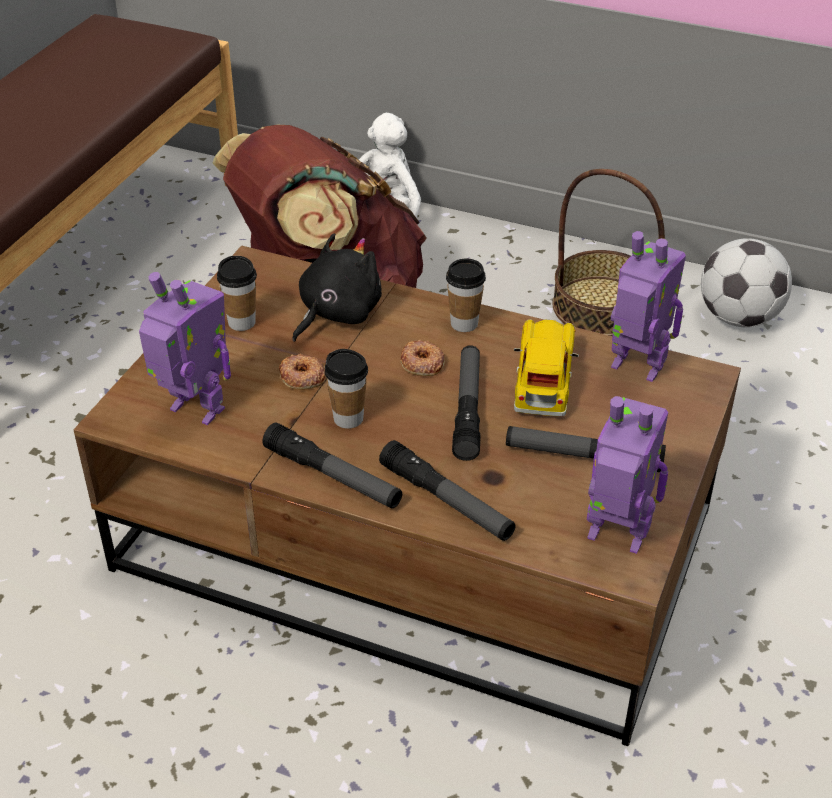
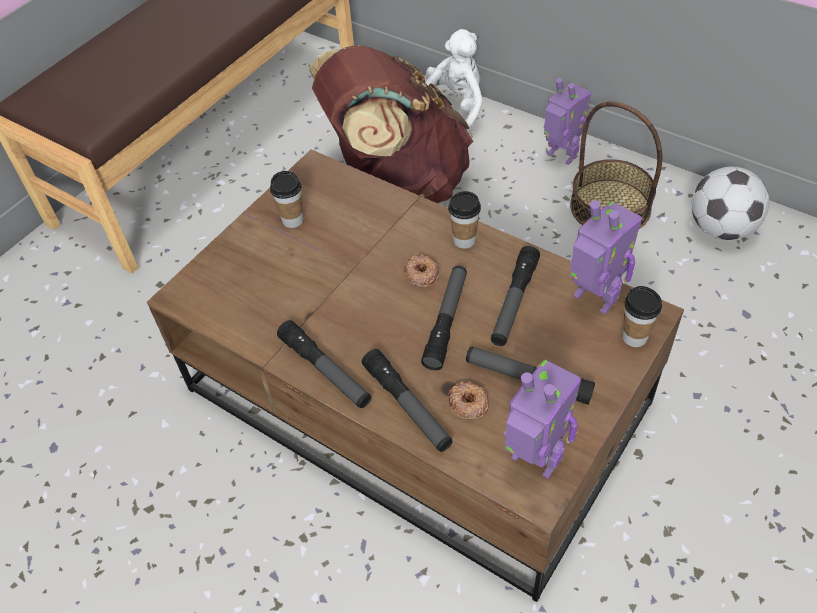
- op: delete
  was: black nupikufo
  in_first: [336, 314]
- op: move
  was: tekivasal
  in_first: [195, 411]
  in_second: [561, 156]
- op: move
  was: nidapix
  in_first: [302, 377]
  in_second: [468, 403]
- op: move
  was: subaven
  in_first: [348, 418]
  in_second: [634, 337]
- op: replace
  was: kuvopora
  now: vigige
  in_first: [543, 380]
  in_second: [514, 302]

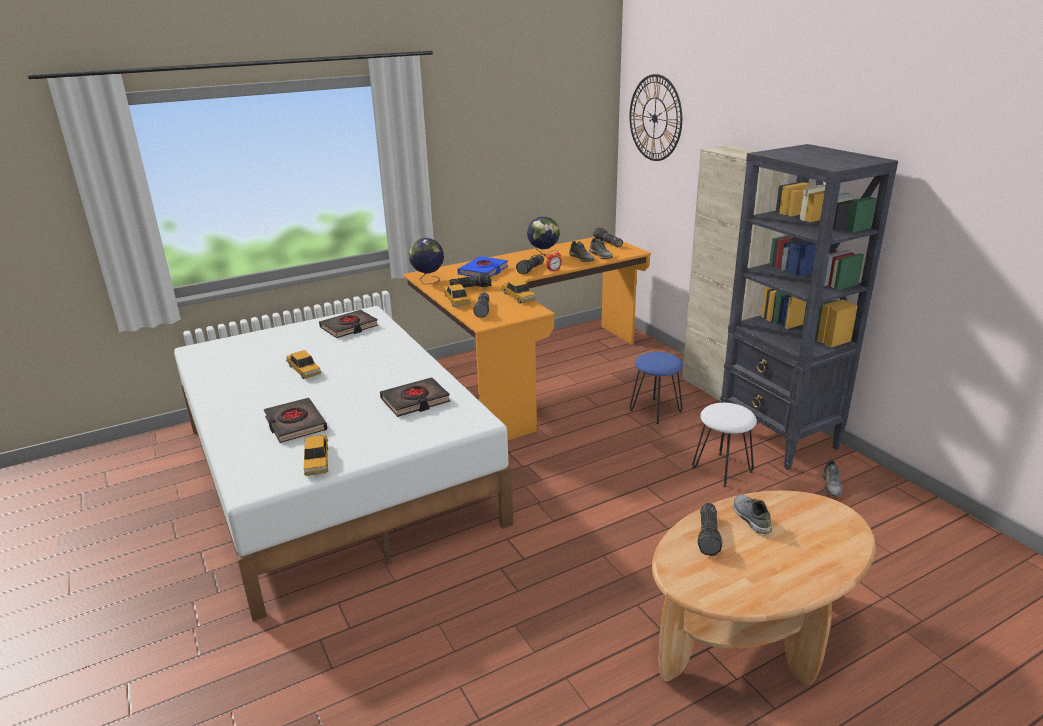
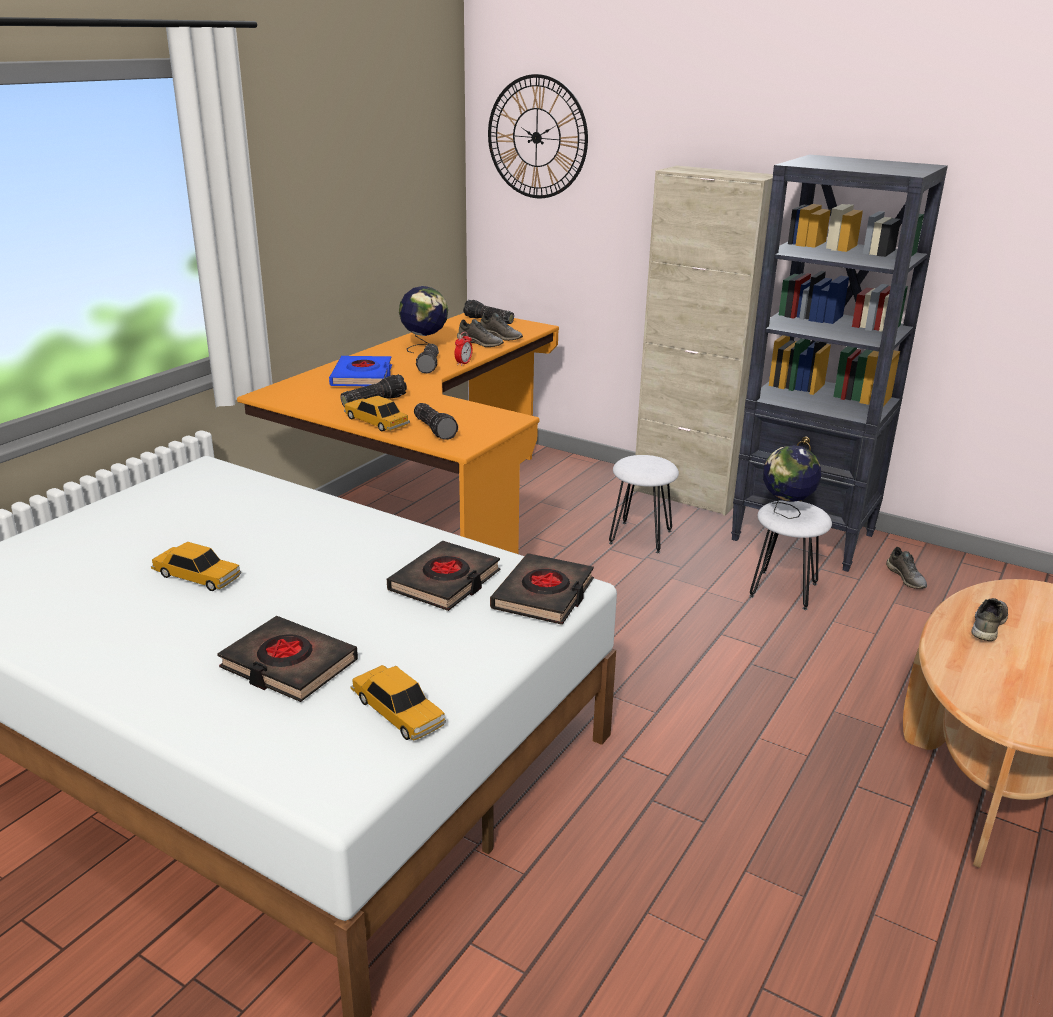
- op: delete
  was: kuvopora
  in_first: [518, 297]
- op: delete
  was: vigige
  in_first: [709, 536]
- op: move
  was: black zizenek
  in_first: [349, 327]
  in_second: [544, 595]
- op: move
  was: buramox
  in_first: [428, 281]
  in_second: [786, 513]
- op: recolor
  was: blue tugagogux
  now: white tugagogux
  in_first: [655, 410]
  in_second: [639, 537]
- op: rotate
  was: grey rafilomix
  in_first: [750, 518]
  in_second: [987, 625]
  clockwise: 75

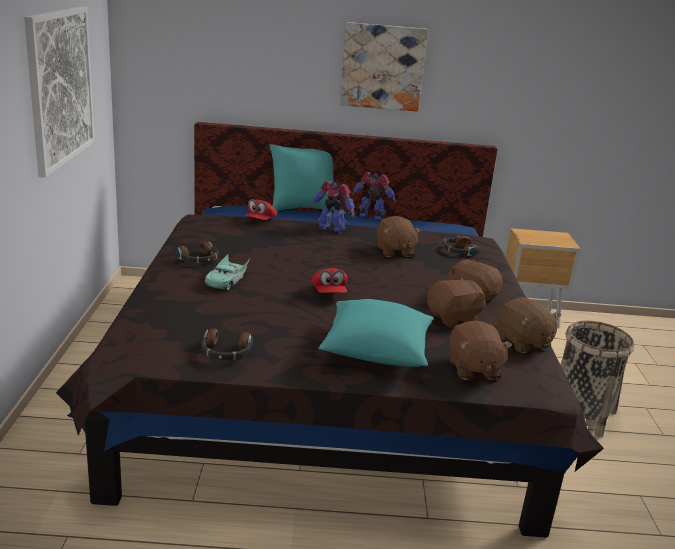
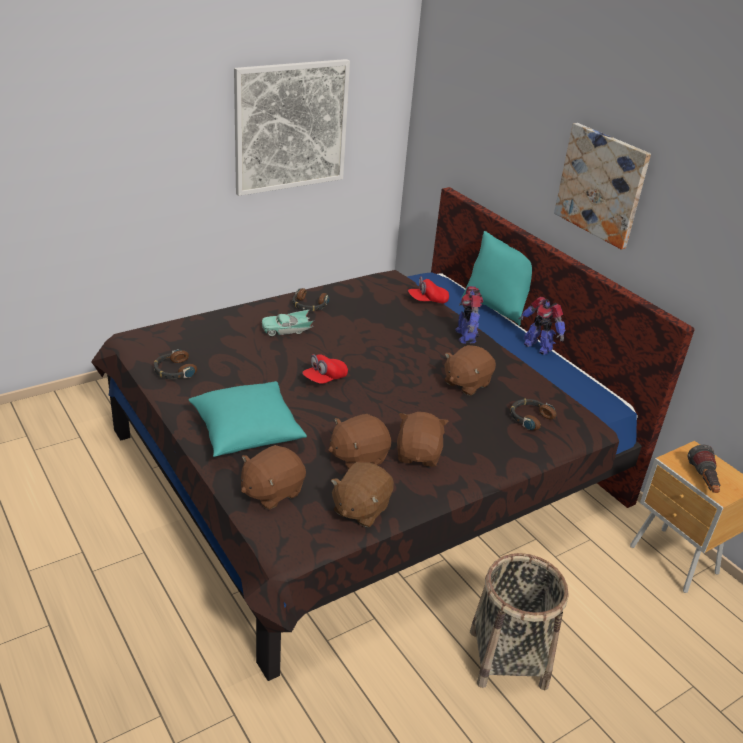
- op: insert
  now: vigige
  in_second: [703, 481]
- op: rotate
  was: tekivasal
  in_first: [371, 217]
  in_second: [538, 346]
  clockwise: 150
- op: rotate
  was: brown nupikufo
  in_first: [454, 319]
  in_second: [358, 456]
  clockwise: 120

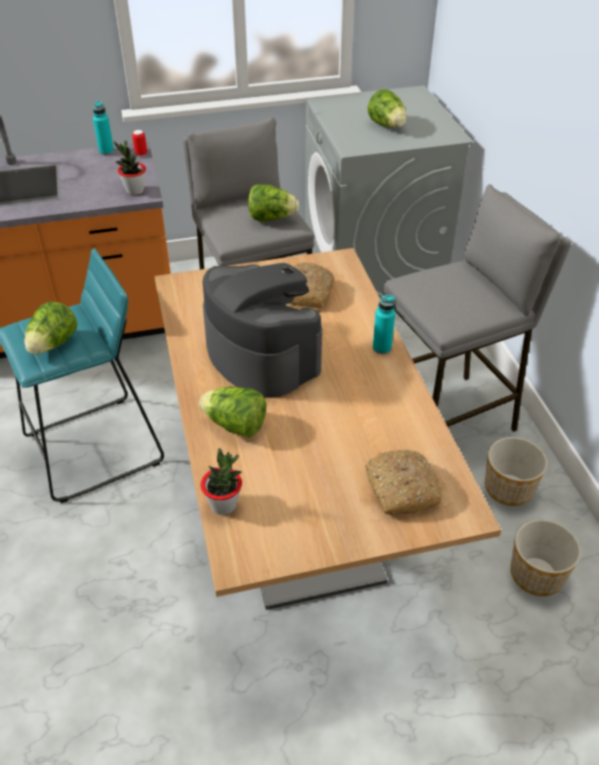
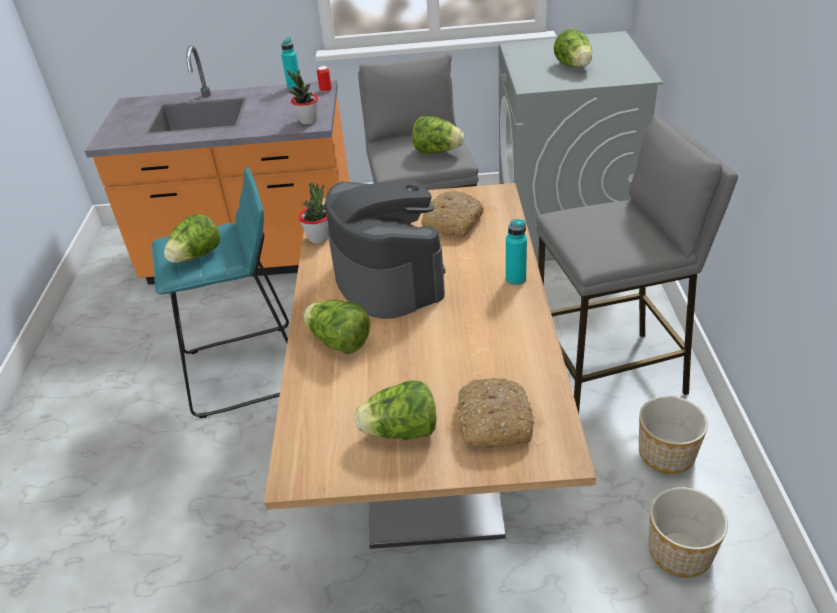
- op: insert
  now: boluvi
  in_second: [401, 432]
- op: move
  was: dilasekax
  in_first: [223, 505]
  in_second: [319, 238]

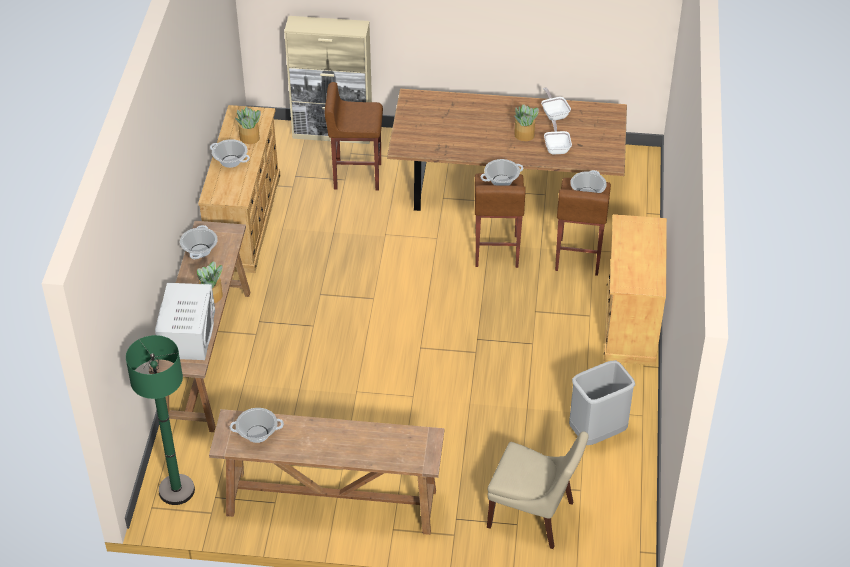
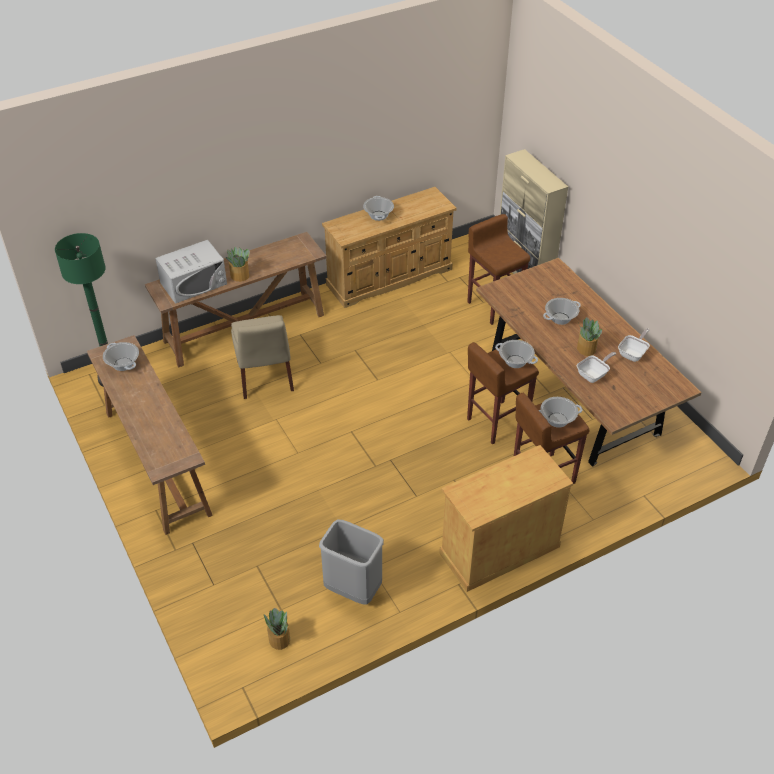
- op: move
  was: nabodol
  in_first: [199, 251]
  in_second: [560, 318]
- op: move
  was: dilasekax
  in_first: [250, 138]
  in_second: [279, 639]
- op: move
  was: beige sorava
  in_first: [533, 516]
  in_second: [265, 377]

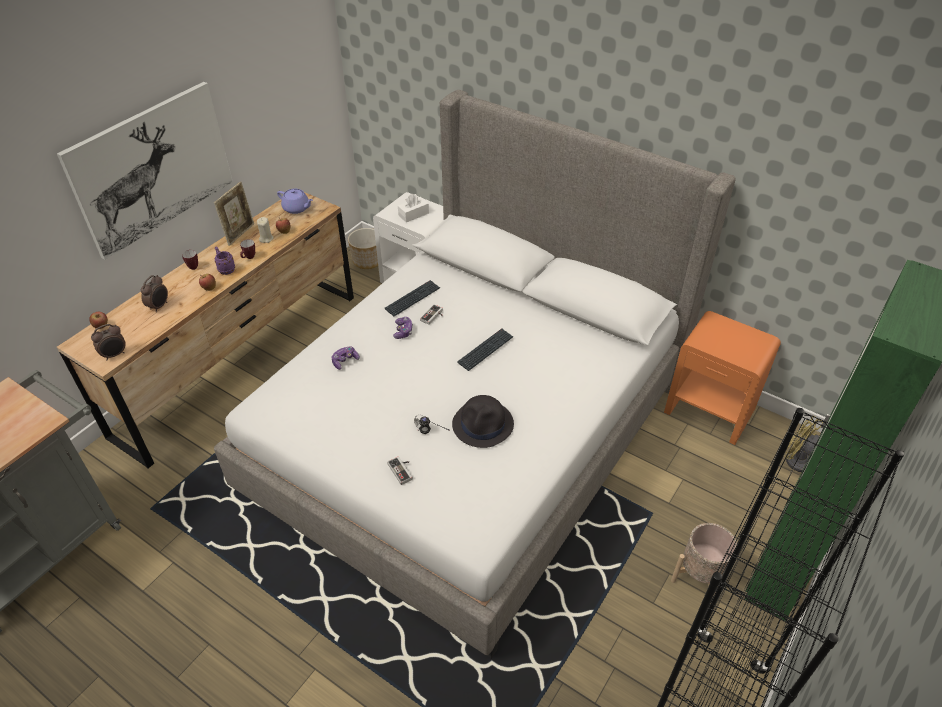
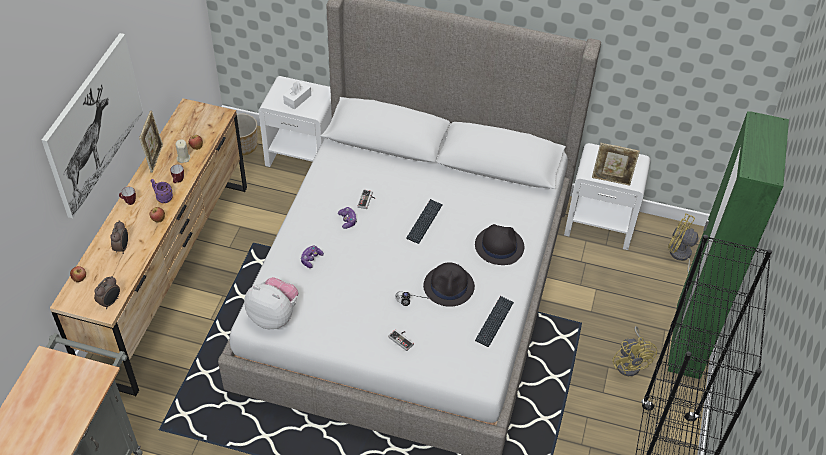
- op: delete
  was: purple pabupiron
  in_first: [297, 208]
- op: insert
  now: nupikufo
  in_second: [274, 316]
- op: insert
  now: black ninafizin
  in_second: [499, 246]
- op: insert
  now: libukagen
  in_second: [611, 180]
- op: move
  was: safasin
  in_first: [412, 299]
  in_second: [494, 322]
- op: replace
  was: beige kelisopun
  now: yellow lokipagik
  in_first: [699, 576]
  in_second: [631, 363]
- op: recolor
  was: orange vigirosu
  now: white vigirosu
  in_first: [710, 411]
  in_second: [600, 225]

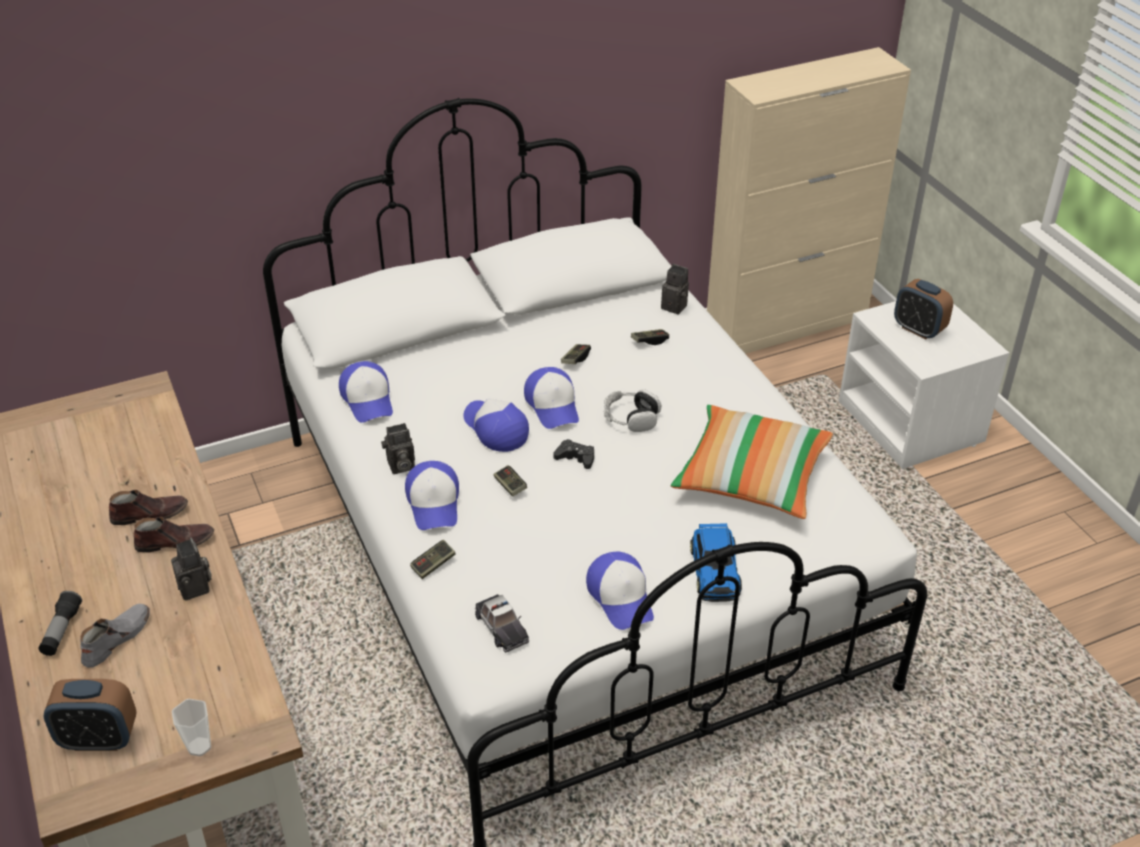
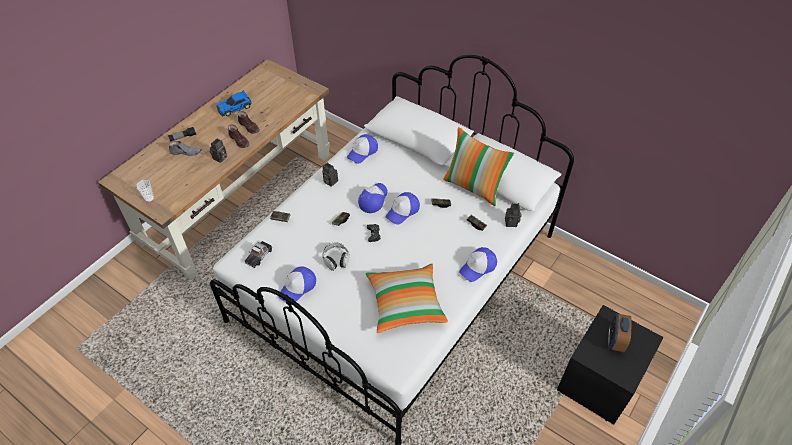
- op: delete
  was: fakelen
  in_first: [99, 739]
- op: delete
  was: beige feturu
  in_first: [787, 324]
- op: insert
  now: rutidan
  in_second: [474, 187]
- op: move
  was: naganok
  in_first: [434, 503]
  in_second: [478, 267]
- op: move
  was: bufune
  in_first: [631, 418]
  in_second: [336, 259]
- op: move
  was: kuvopora
  in_first: [715, 570]
  in_second: [235, 107]
- op: recolor
  was: white vigirosu
  now: black vigirosu
  in_first: [912, 422]
  in_second: [600, 382]

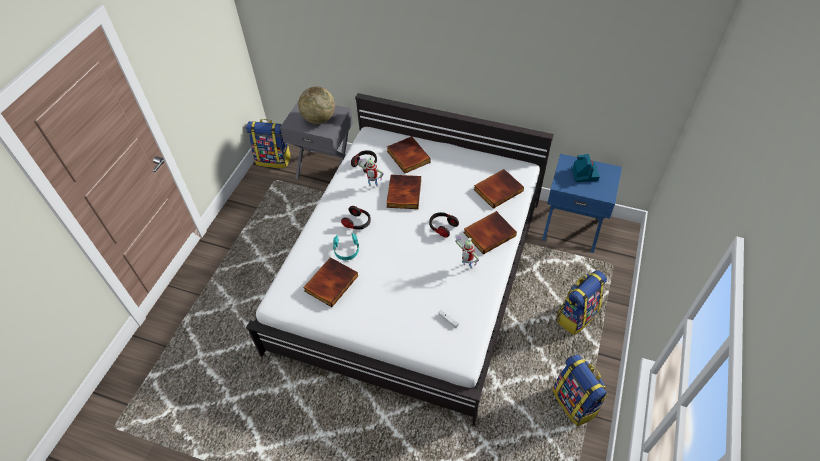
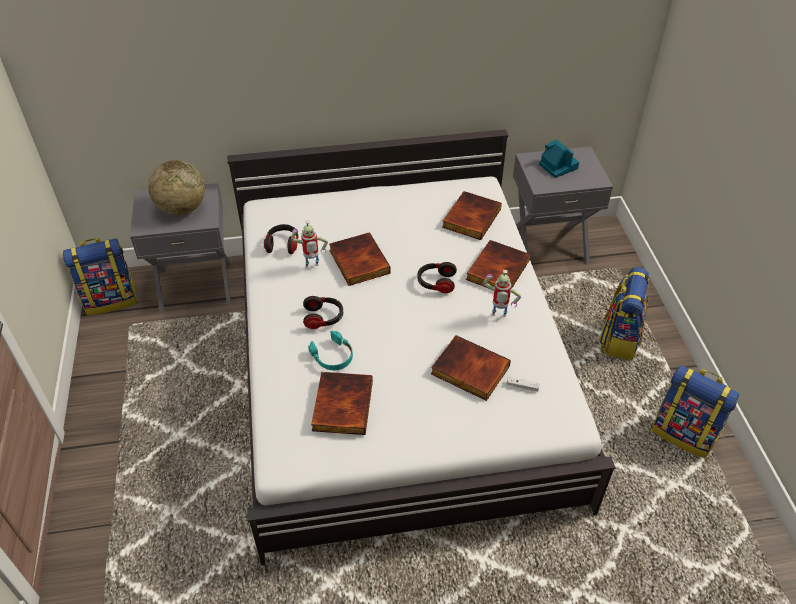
- op: move
  was: zizenek
  in_first: [407, 156]
  in_second: [469, 371]
- op: recolor
  was: blue vigirosu
  now: grey vigirosu
  in_first: [572, 227]
  in_second: [548, 245]

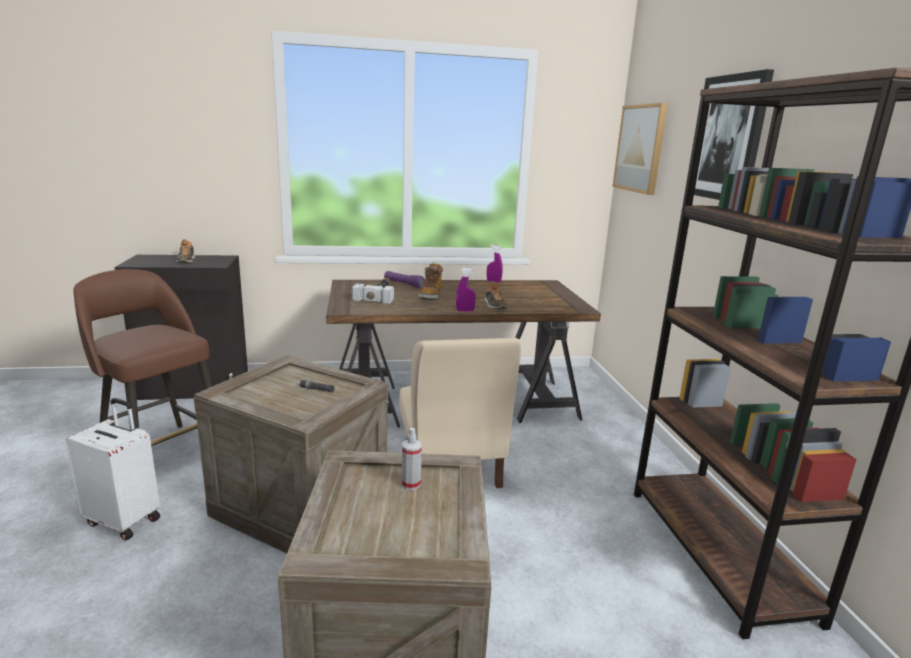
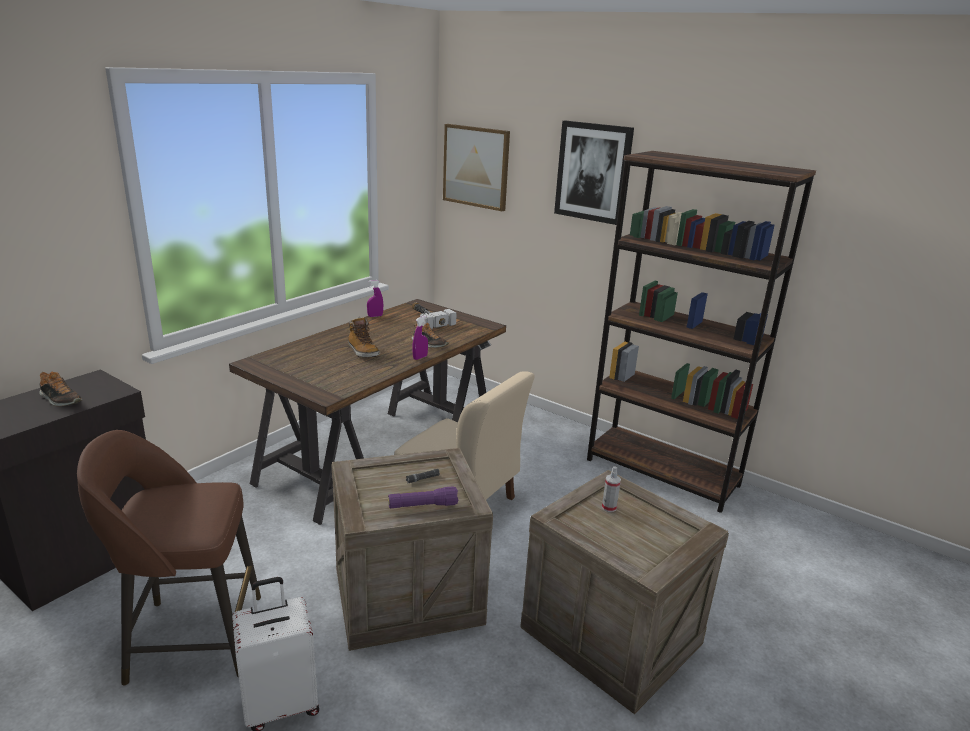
- op: move
  was: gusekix
  in_first: [379, 295]
  in_second: [428, 319]
- op: move
  was: purple vigige
  in_first: [403, 284]
  in_second: [423, 506]

